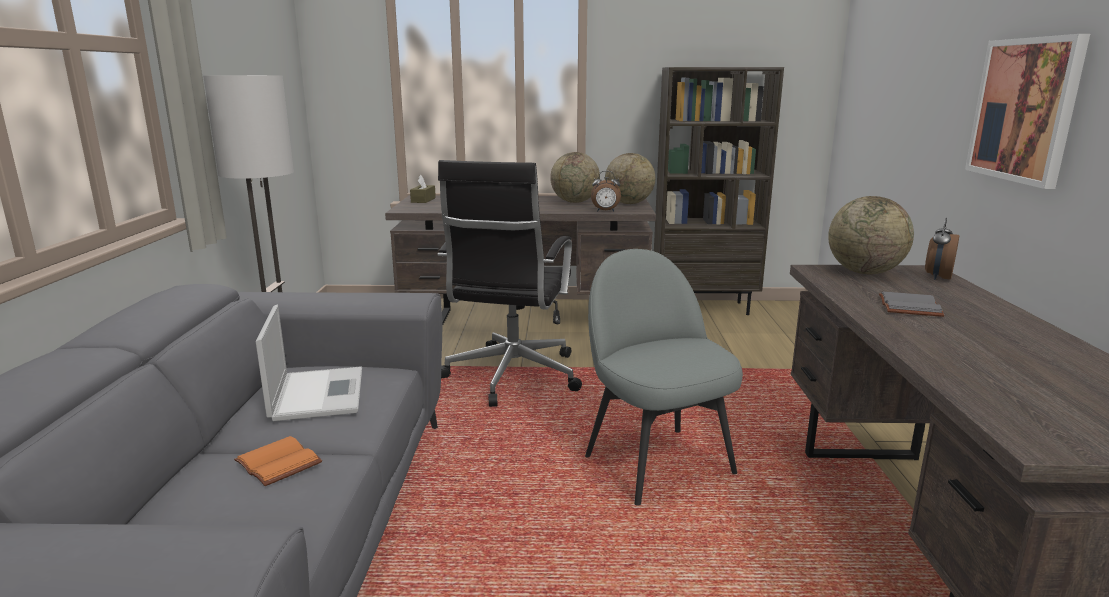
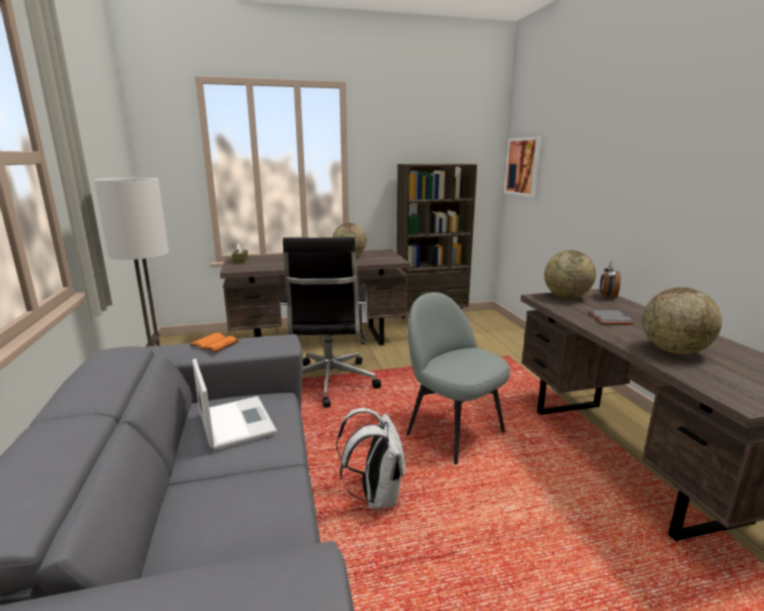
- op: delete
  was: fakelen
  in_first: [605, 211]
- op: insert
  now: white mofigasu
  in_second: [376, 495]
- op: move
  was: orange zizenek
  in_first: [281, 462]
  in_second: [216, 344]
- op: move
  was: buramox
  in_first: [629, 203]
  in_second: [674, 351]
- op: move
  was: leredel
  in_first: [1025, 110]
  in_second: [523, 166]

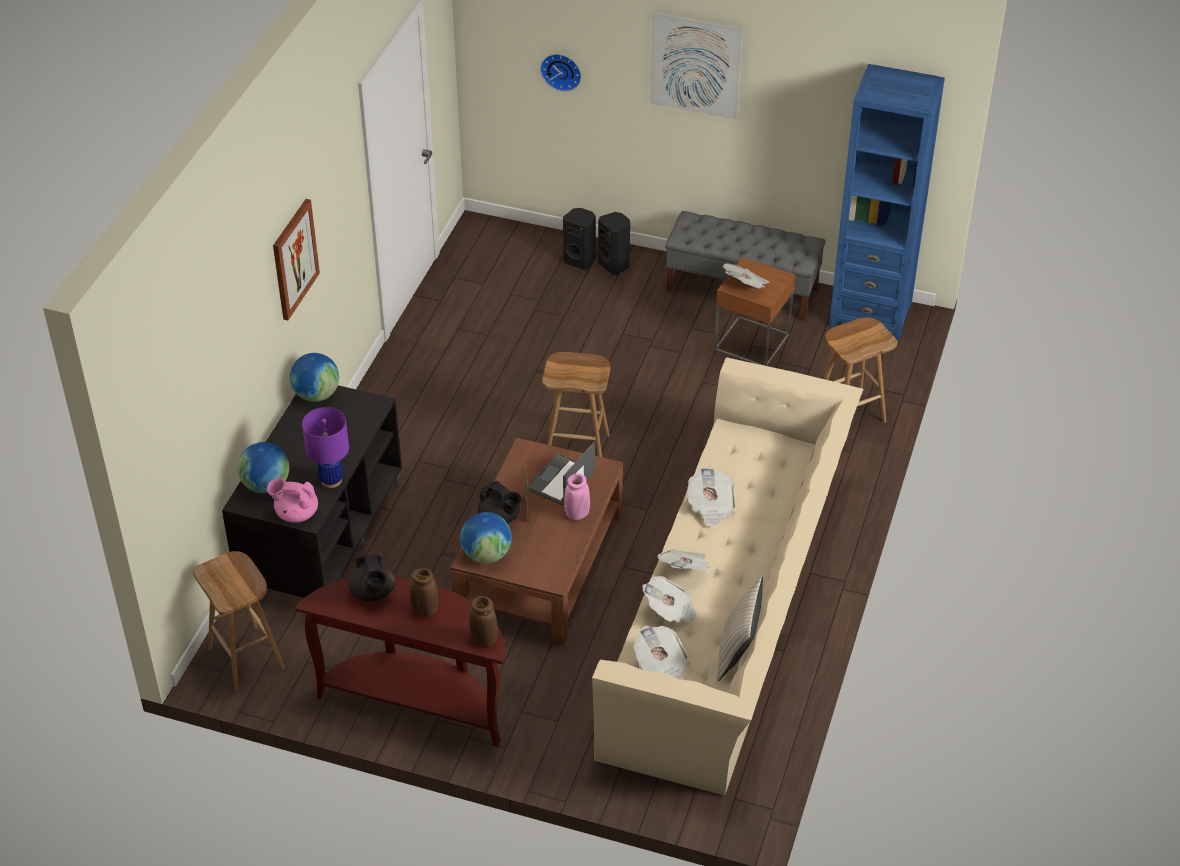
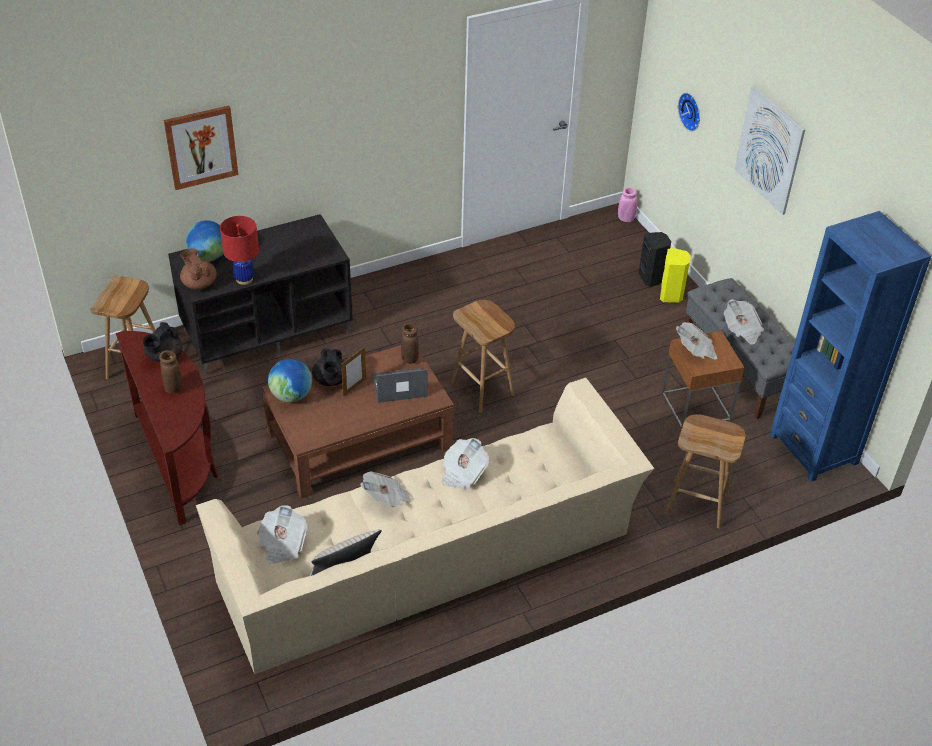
- op: delete
  was: buramox
  in_first: [316, 395]
- op: move
  was: leredel
  in_first: [294, 259]
  in_second: [201, 147]
- op: move
  was: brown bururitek
  in_first: [484, 639]
  in_second: [410, 358]
- op: move
  was: pink bururitek
  in_first: [577, 514]
  in_second: [626, 219]
- op: move
  was: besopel
  in_first: [670, 611]
  in_second: [742, 330]
- op: recolor
  was: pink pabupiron
  now: brown pabupiron
  in_first: [296, 513]
  in_second: [199, 283]
- op: recolor
  was: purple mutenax
  now: red mutenax
  in_first: [331, 480]
  in_second: [244, 279]
- op: recolor
  was: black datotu
  now: yellow datotu
  in_first: [615, 265]
  in_second: [671, 295]

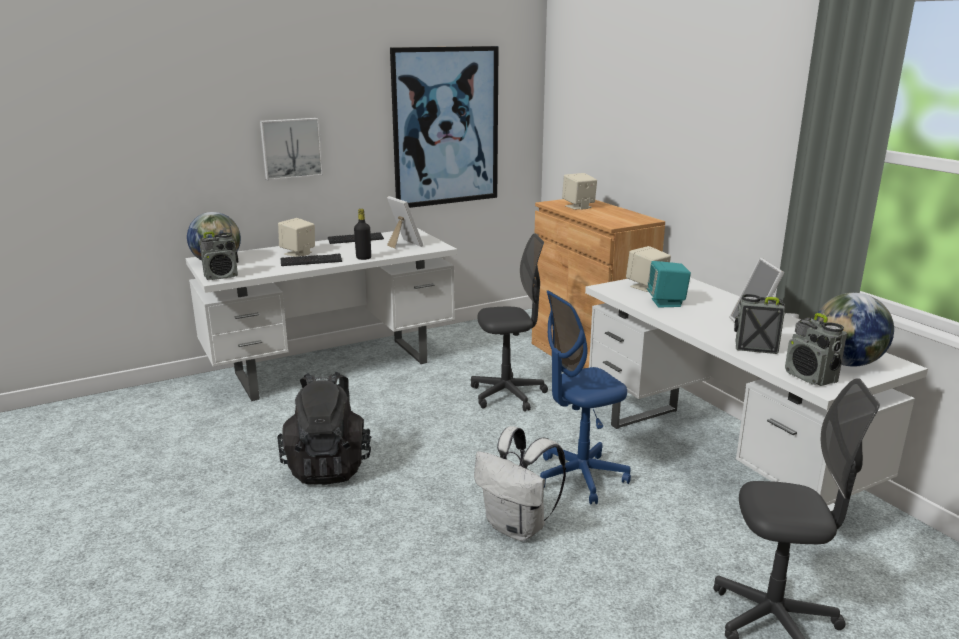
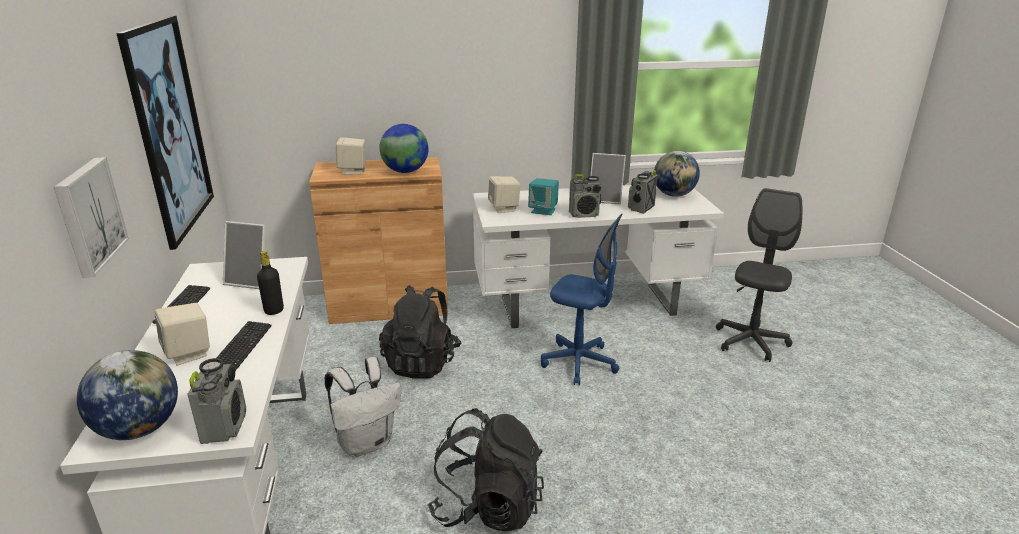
- op: insert
  now: buramox
  in_second: [405, 171]
- op: move
  was: white mofigasu
  in_first: [518, 527]
  in_second: [367, 442]
- op: move
  was: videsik
  in_first: [811, 377]
  in_second: [584, 214]
- op: replace
  was: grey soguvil
  now: black mofigasu
  in_first: [507, 395]
  in_second: [422, 362]
- op: rotate
  was: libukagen
  in_first: [403, 244]
  in_second: [251, 281]
  clockwise: -150
- op: rotate
  was: blue soguvil
  in_first: [580, 477]
  in_second: [579, 363]
  clockwise: -60

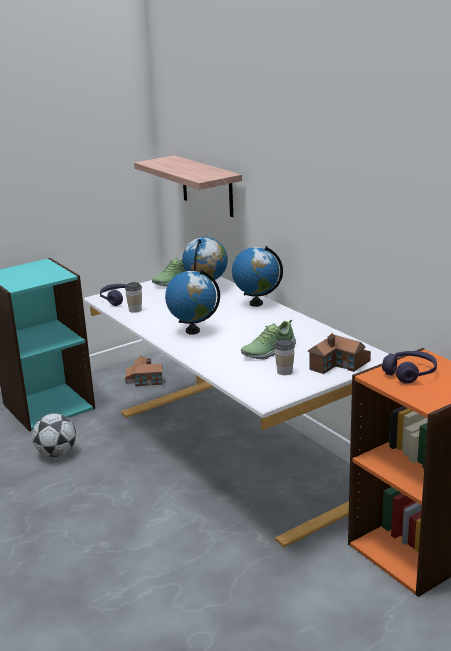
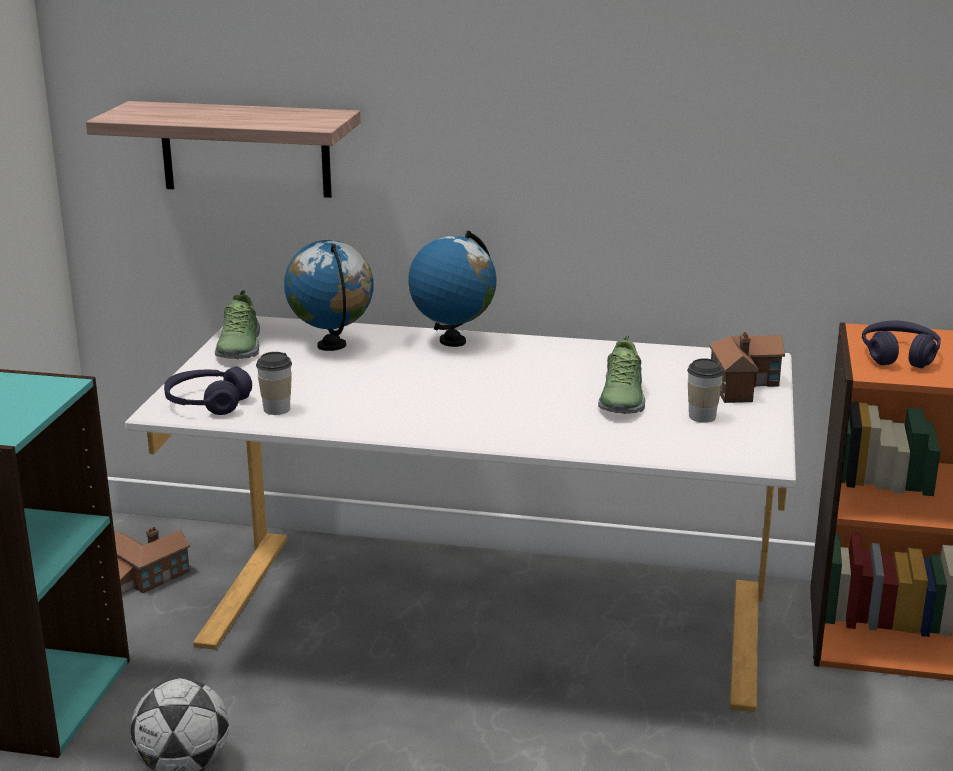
- op: delete
  was: buramox
  in_first: [192, 331]

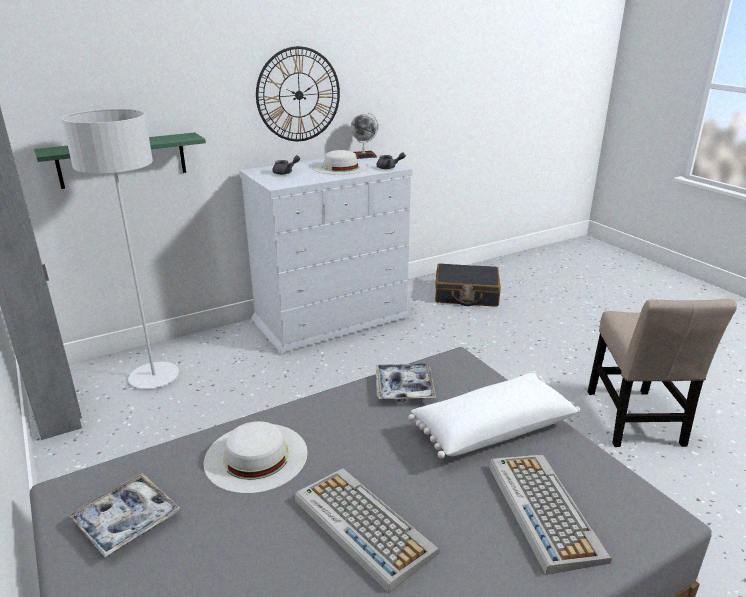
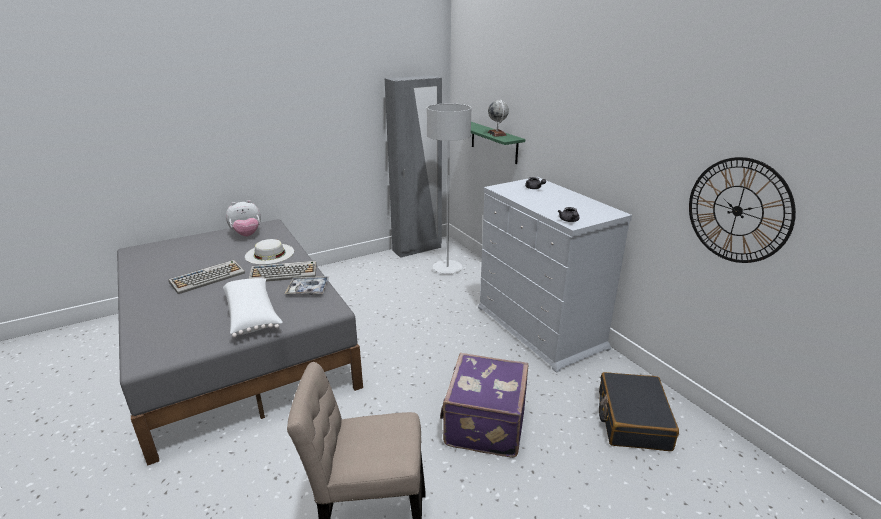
- op: delete
  was: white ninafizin
  in_first: [340, 167]
- op: insert
  now: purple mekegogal
  in_second: [483, 424]
- op: move
  was: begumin
  in_first: [299, 95]
  in_second: [737, 210]
- op: move
  was: buramox
  in_first: [363, 156]
  in_second: [497, 134]
- op: move
  was: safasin
  in_first: [542, 509]
  in_second: [284, 273]
- op: replace
  was: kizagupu
  now: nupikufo
  in_first: [126, 520]
  in_second: [247, 235]

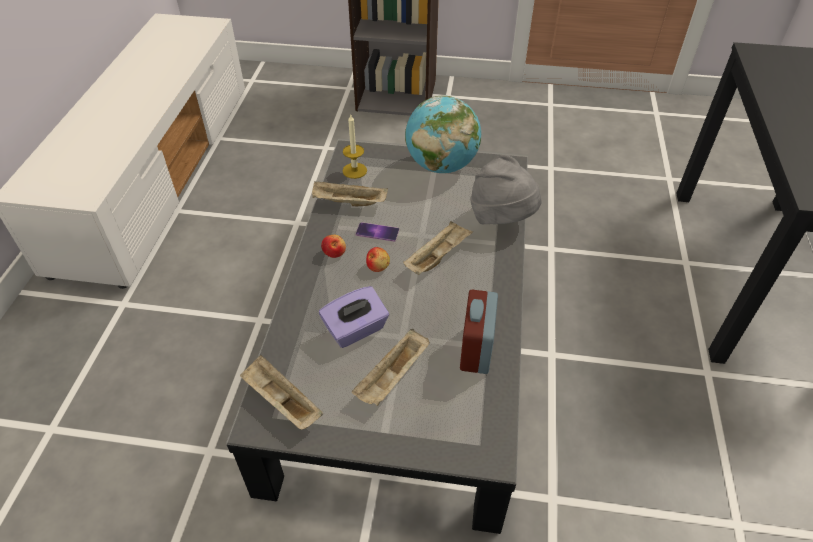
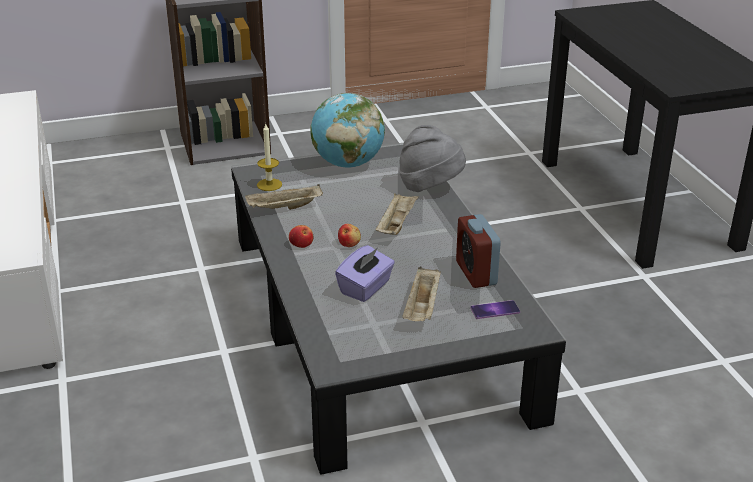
- op: delete
  was: beige kizagupu
  in_first: [281, 401]
- op: move
  was: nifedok
  in_first: [377, 232]
  in_second: [495, 310]

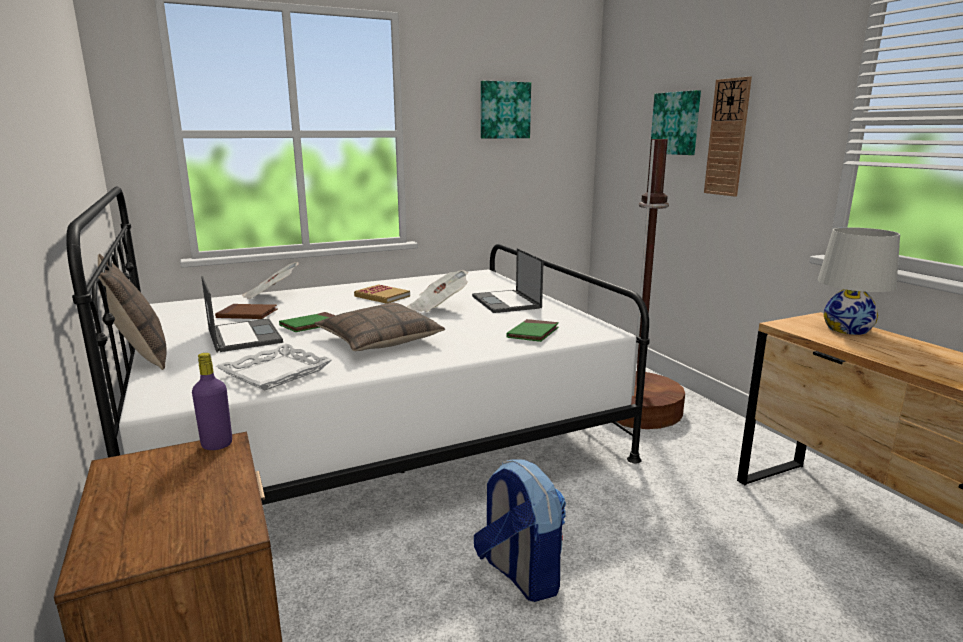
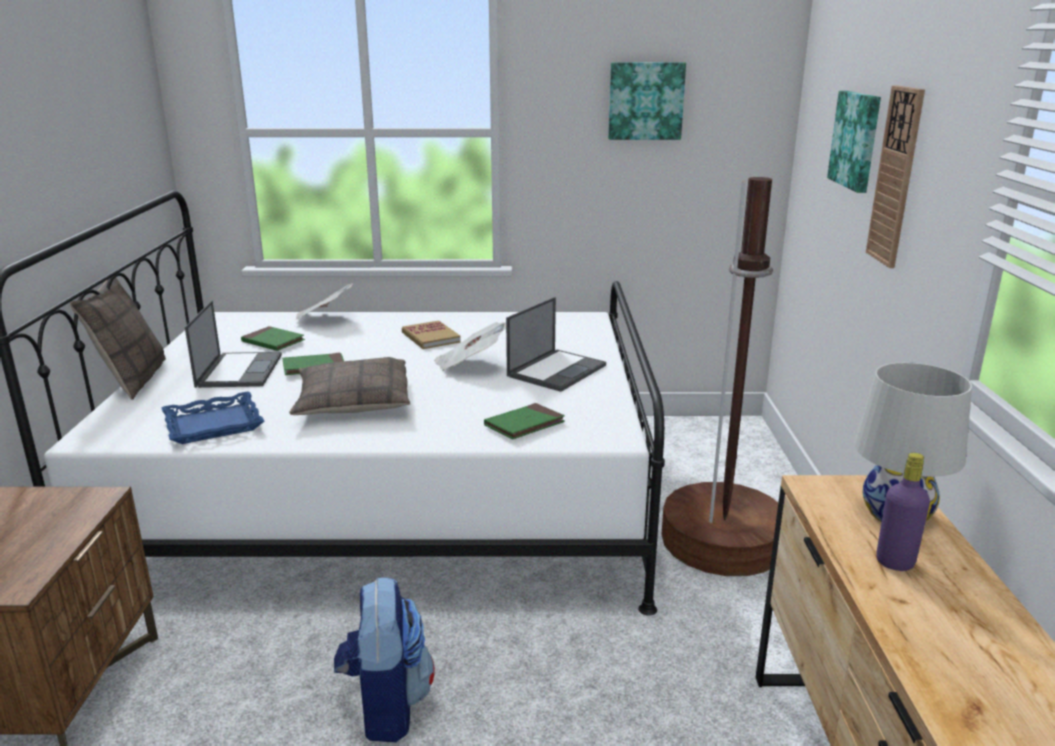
- op: move
  was: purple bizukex
  in_first: [217, 444]
  in_second: [895, 562]
- op: recolor
  was: brown zizenek
  now: green zizenek
  in_first: [247, 314]
  in_second: [273, 342]
- op: recolor
  was: white kizagupu
  now: blue kizagupu
  in_first: [276, 373]
  in_second: [213, 425]
- op: rotate
  was: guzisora
  in_first: [506, 302]
  in_second: [557, 370]
  clockwise: -150

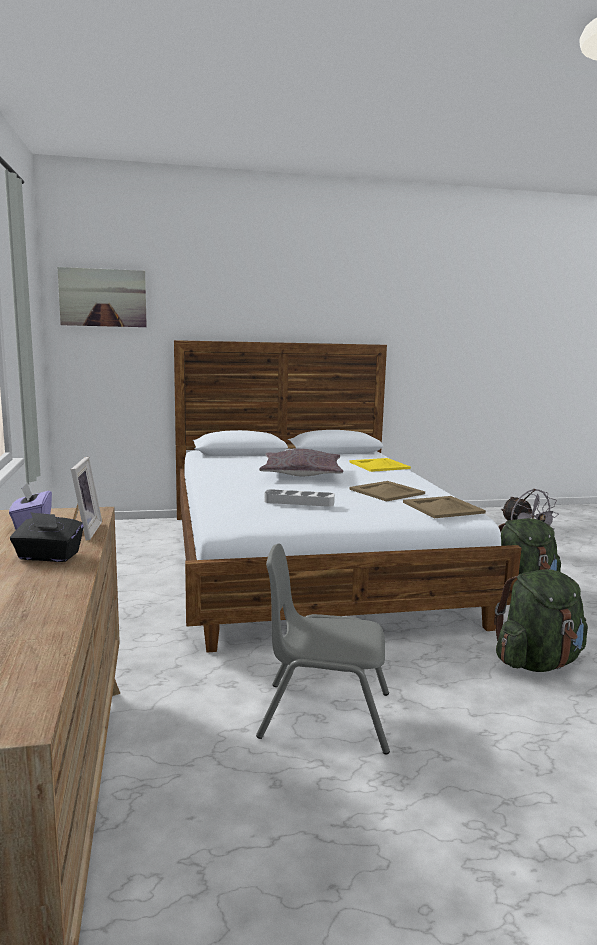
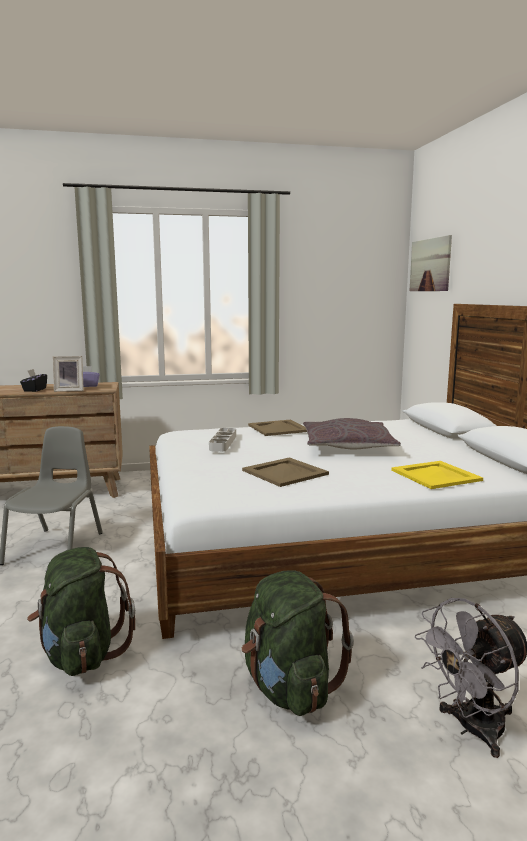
- op: move
  was: beige kizagupu
  in_first: [443, 507]
  in_second: [279, 428]

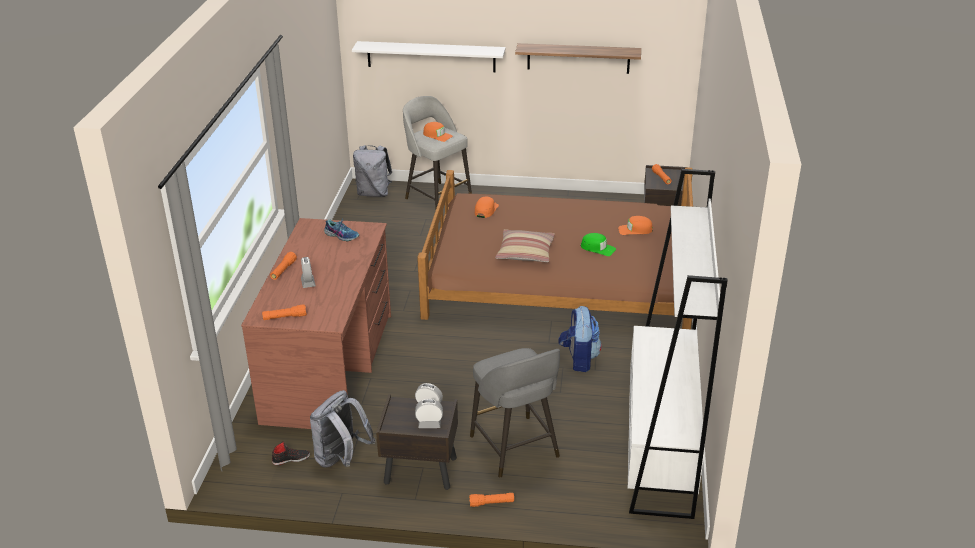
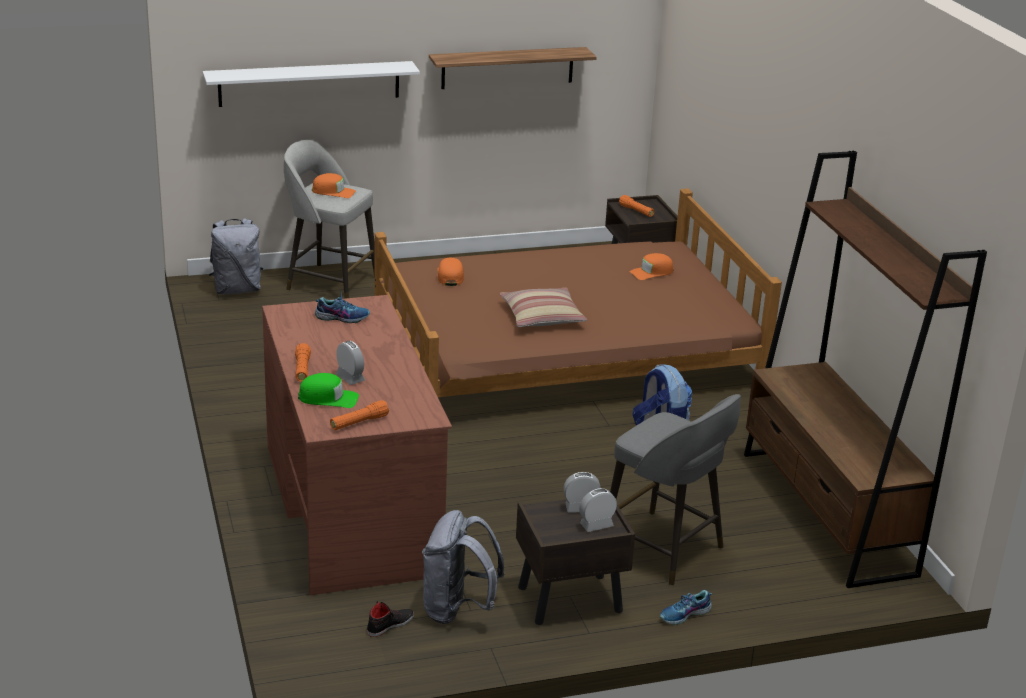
- op: move
  was: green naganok
  in_first: [597, 248]
  in_second: [328, 398]
- op: replace
  was: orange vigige
  now: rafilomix
  in_first: [491, 503]
  in_second: [685, 615]
- op: recolor
  was: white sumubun
  now: brown sumubun
  in_first: [660, 448]
  in_second: [827, 513]

